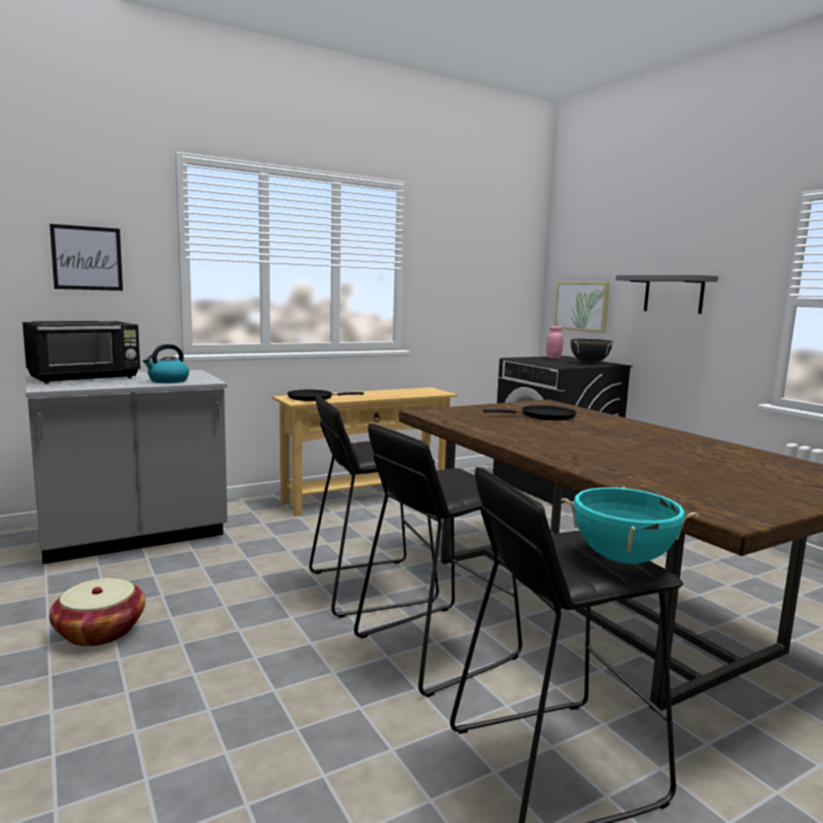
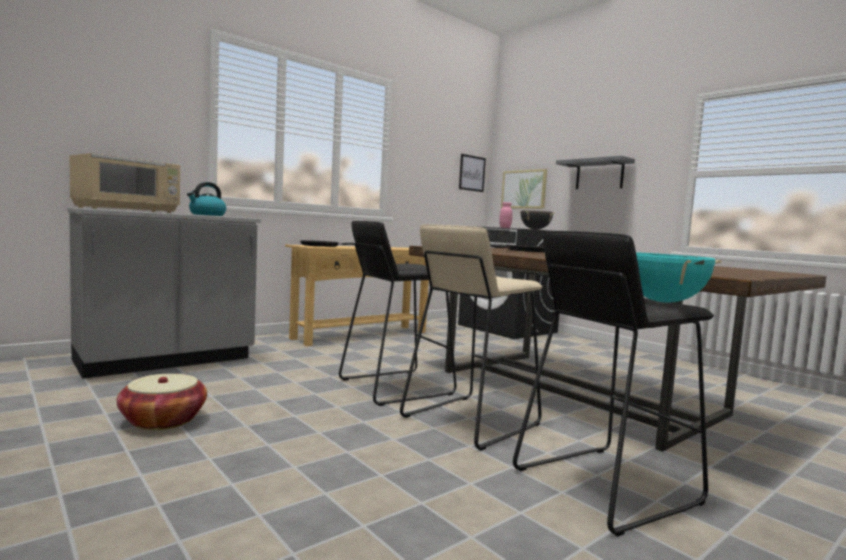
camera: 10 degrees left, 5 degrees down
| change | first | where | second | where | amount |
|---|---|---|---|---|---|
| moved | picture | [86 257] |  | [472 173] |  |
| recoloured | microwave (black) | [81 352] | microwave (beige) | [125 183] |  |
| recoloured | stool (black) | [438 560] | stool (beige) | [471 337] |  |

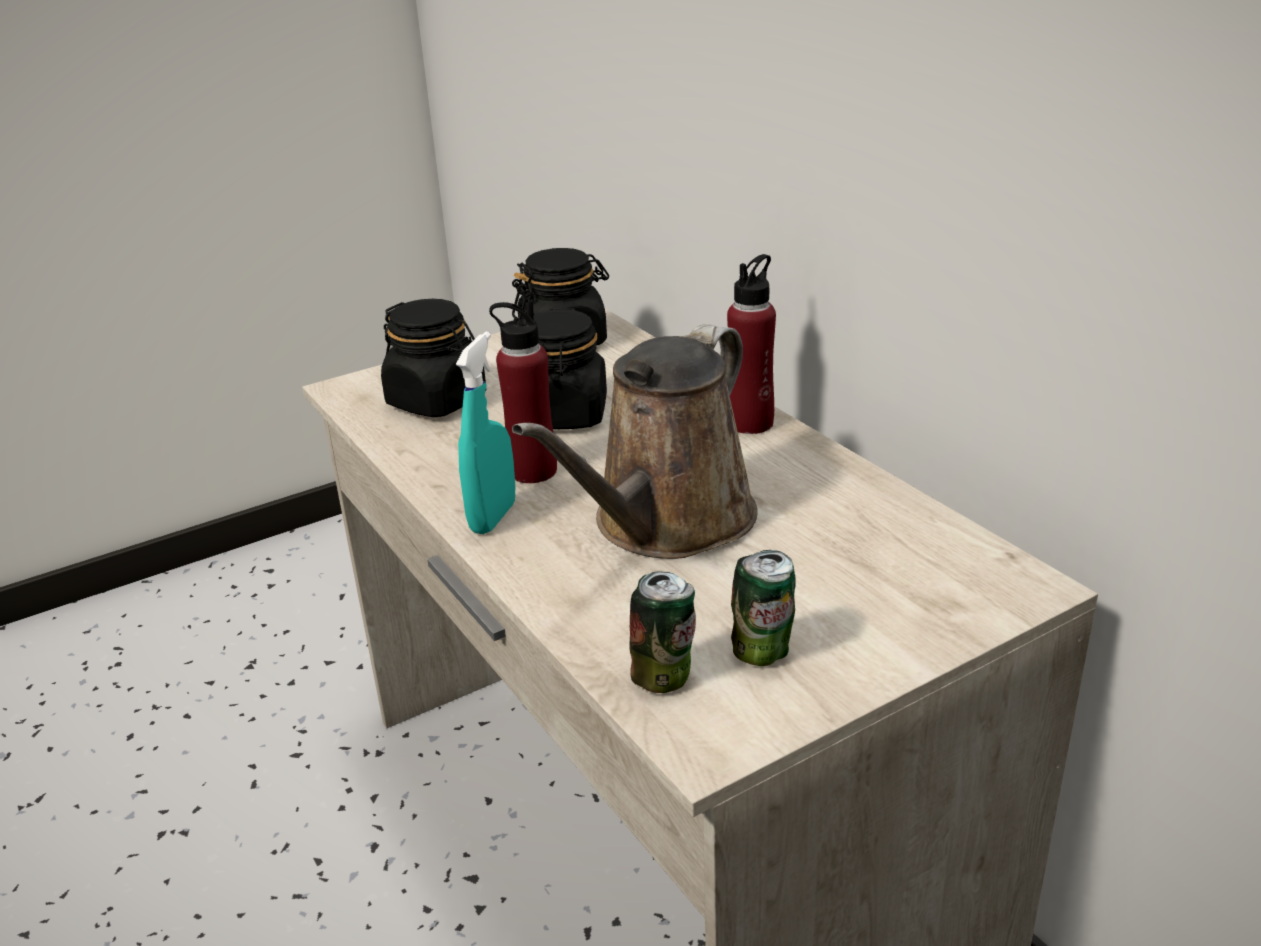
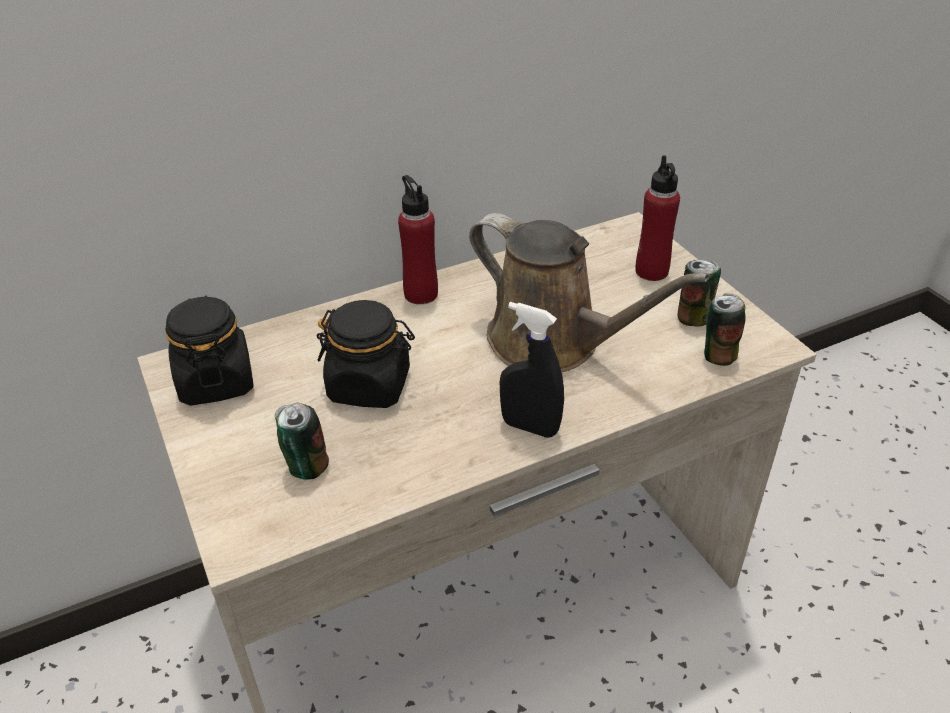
camera: 85 degrees left, 10 degrees up
| change | first | where | second | where | amount |
|---|---|---|---|---|---|
| replaced | jar (black) | [433 358] | can | [302 441] |  |
| moved | bottle (red) | [523 391] |  | [658 218] |  |
| recoloured | spray bottle (turquoise) | [485 433] | spray bottle (black) | [532 370] |  |

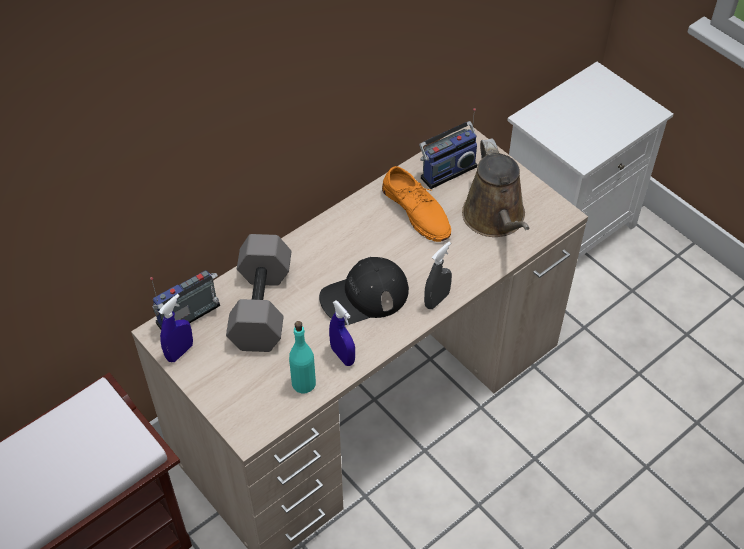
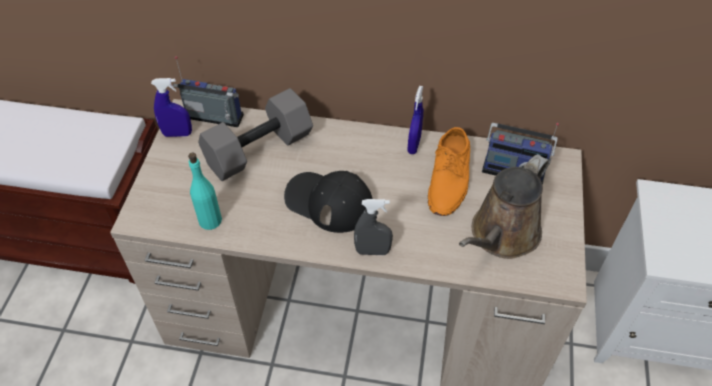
camera: 50 degrees right, 0 degrees up
| change | first | where | second | where | amount |
|---|---|---|---|---|---|
| moved | spray bottle (blue) | [342 333] |  | [415 120] |  |

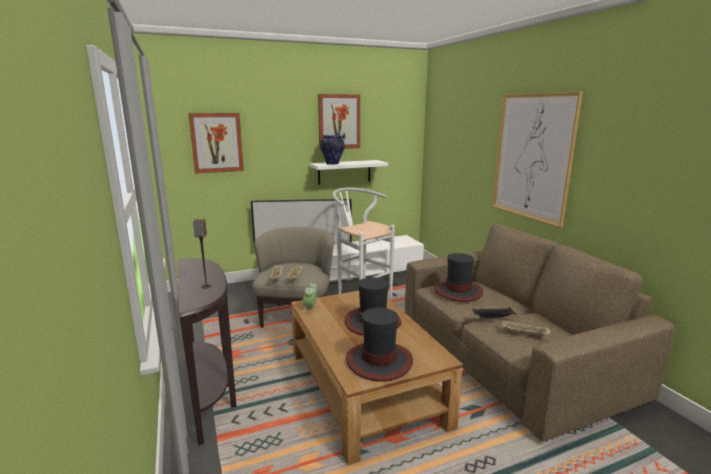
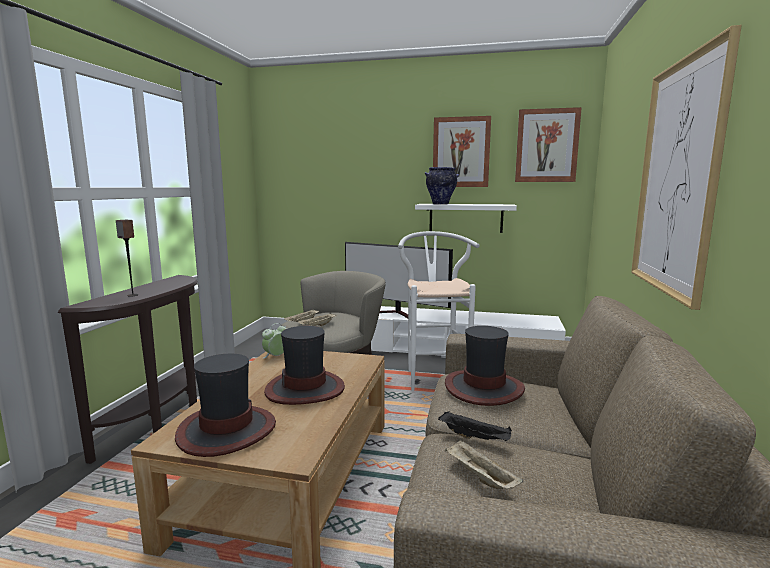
camera: 35 degrees right, 5 degrees down
| change | first | where | second | where | amount |
|---|---|---|---|---|---|
| moved | picture | [216 143] |  | [548 144] |  |

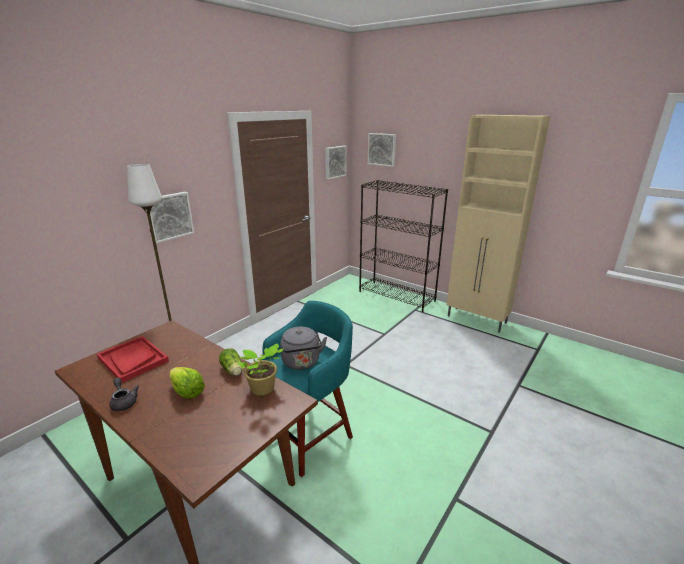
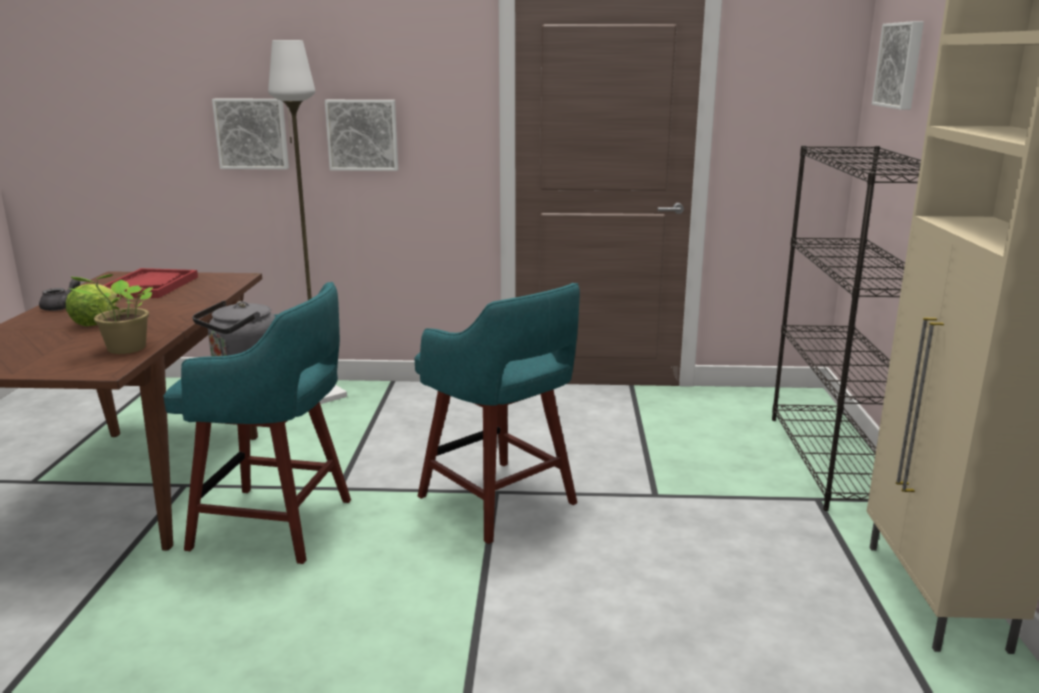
camera: 55 degrees right, 5 degrees down
| change | first | where | second | where | amount |
|---|---|---|---|---|---|
| moved | picture | [336 162] |  | [250 134] |  |
| removed | lettuce | [230 362] |  |  |  |
| added |  |  | stool (turquoise) | [497 413] |  |

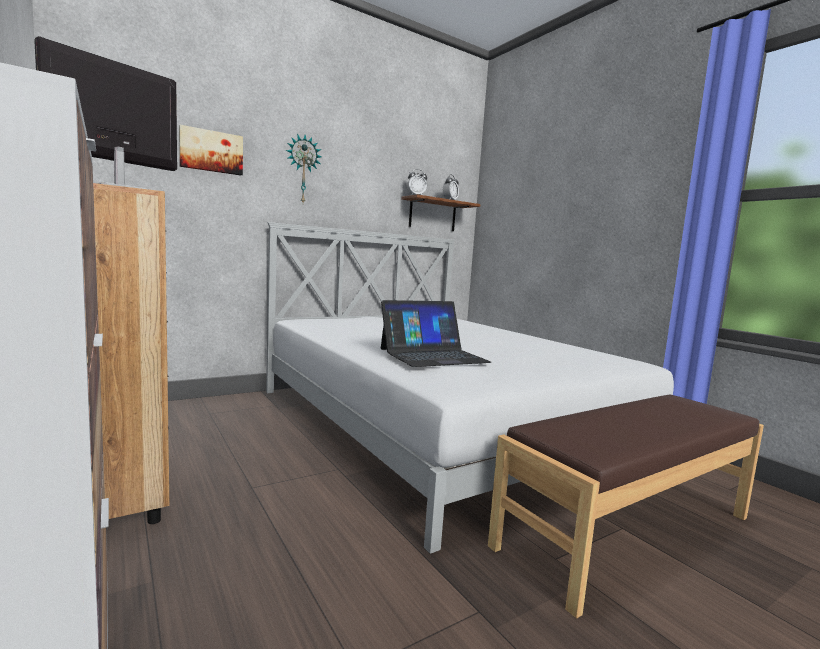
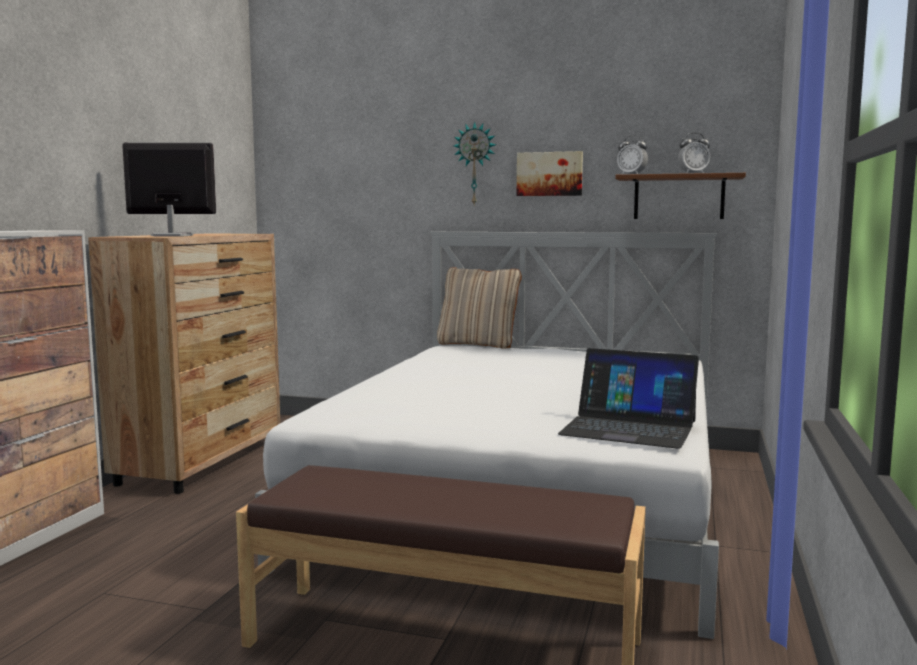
camera: 50 degrees right, 0 degrees up
| change | first | where | second | where | amount |
|---|---|---|---|---|---|
| moved | picture | [211 150] |  | [550 173] |  |
| moved | laptop | [436 333] |  | [628 398] |  |
| added |  |  | pillow (beige) | [479 308] |  |

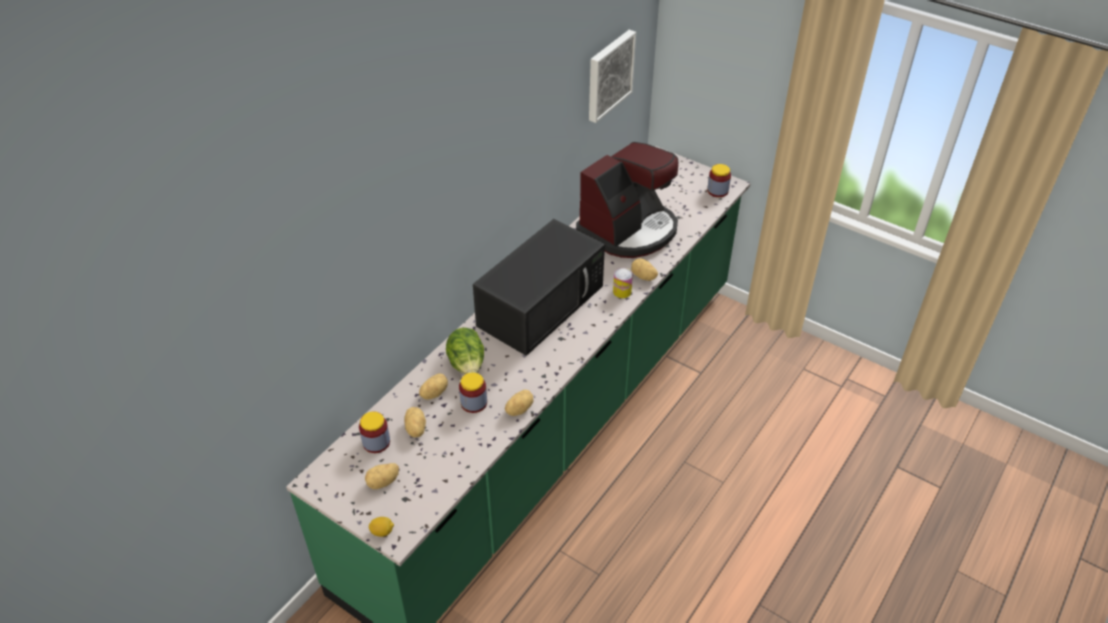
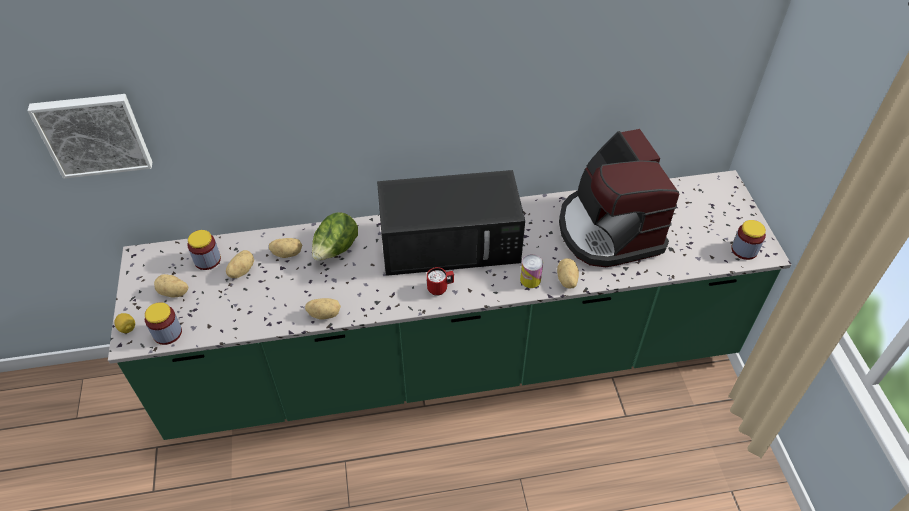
camera: 45 degrees right, 5 degrees up
| change | first | where | second | where | amount |
|---|---|---|---|---|---|
| moved | picture | [612 76] |  | [89 136] |  |
| turned | coffee machine | [627 200] |  | [619 198] | 75 degrees clockwise |
| moved | jar | [473 392] |  | [163 323] |  |
| added |  |  | mug (red) | [440 281] |  |

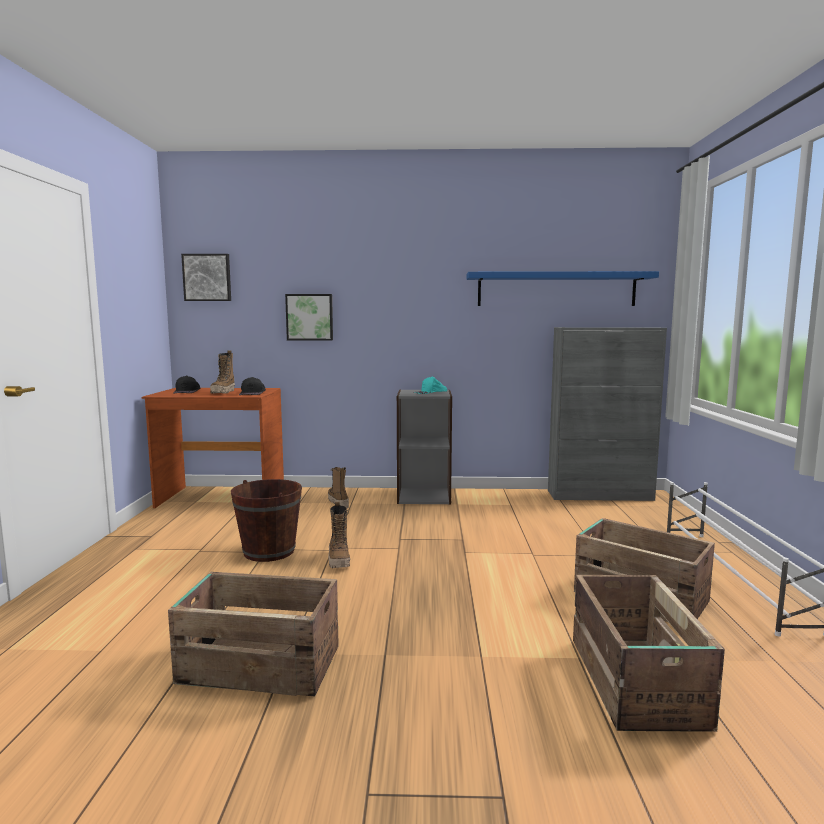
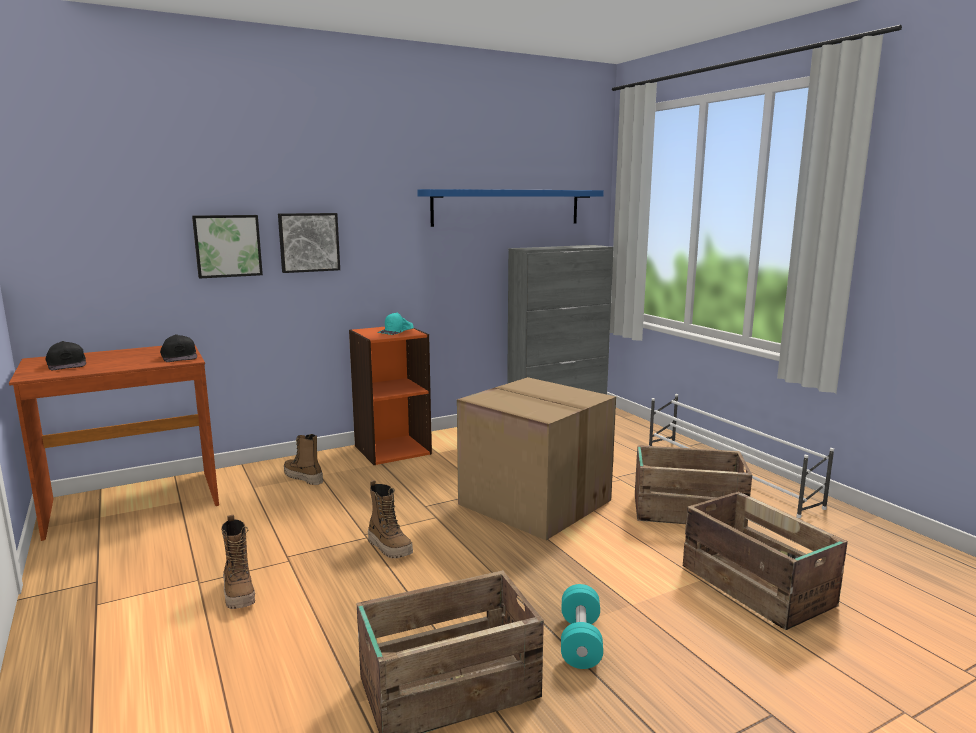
camera: 30 degrees left, 5 degrees up
| change | first | where | second | where | amount |
|---|---|---|---|---|---|
| moved | picture | [206 277] |  | [309 243] |  |
| moved | boot | [222 372] |  | [238 562] |  |
| recoloured | bookcase (grey) | [424 447] | bookcase (orange) | [390 396] |  |
| removed | bucket (brown) | [266 520] |  |  |  |
| added |  |  | cardboard box | [536 458] |  |
| added |  |  | dumbbell (turquoise) | [582 626] |  |

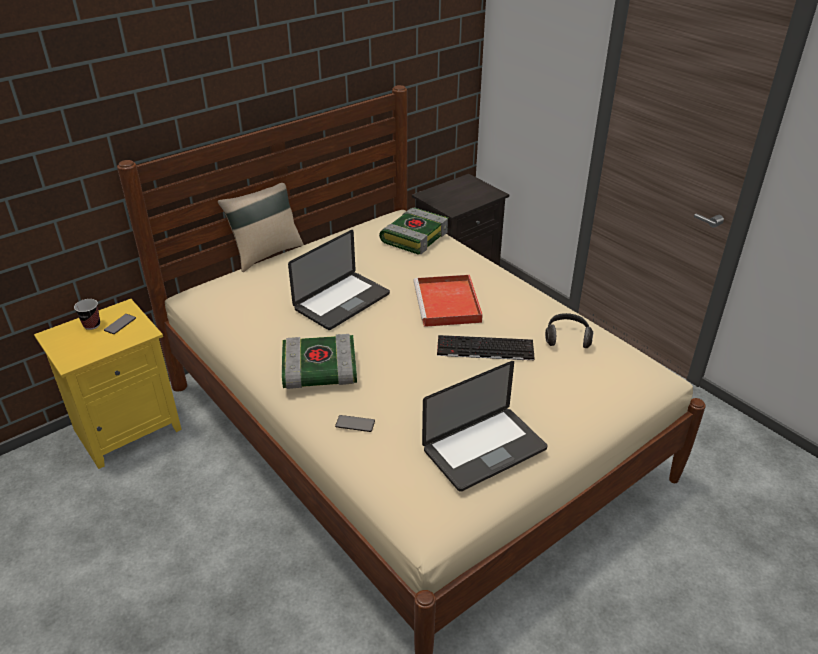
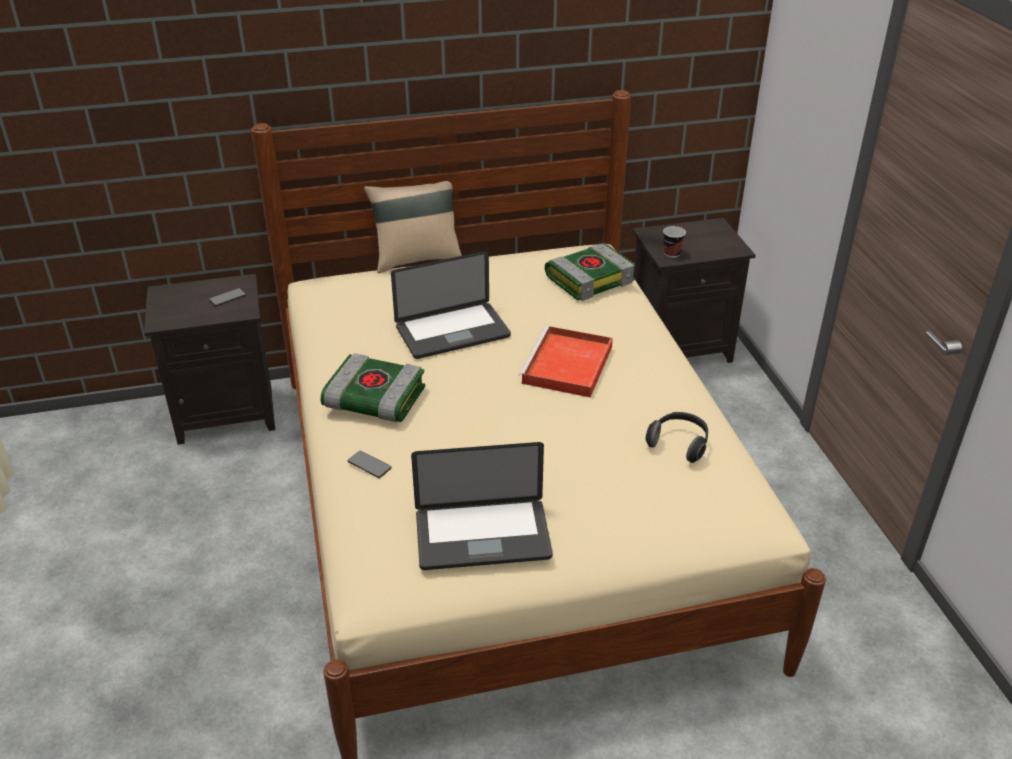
camera: 25 degrees right, 0 degrees up
| change | first | where | second | where | amount |
|---|---|---|---|---|---|
| recoloured | nightstand (yellow) | [108 384] | nightstand (black) | [209 359] |  |
| moved | cup | [87 314] |  | [674 242] |  |
| removed | keyboard | [486 347] |  |  |  |

